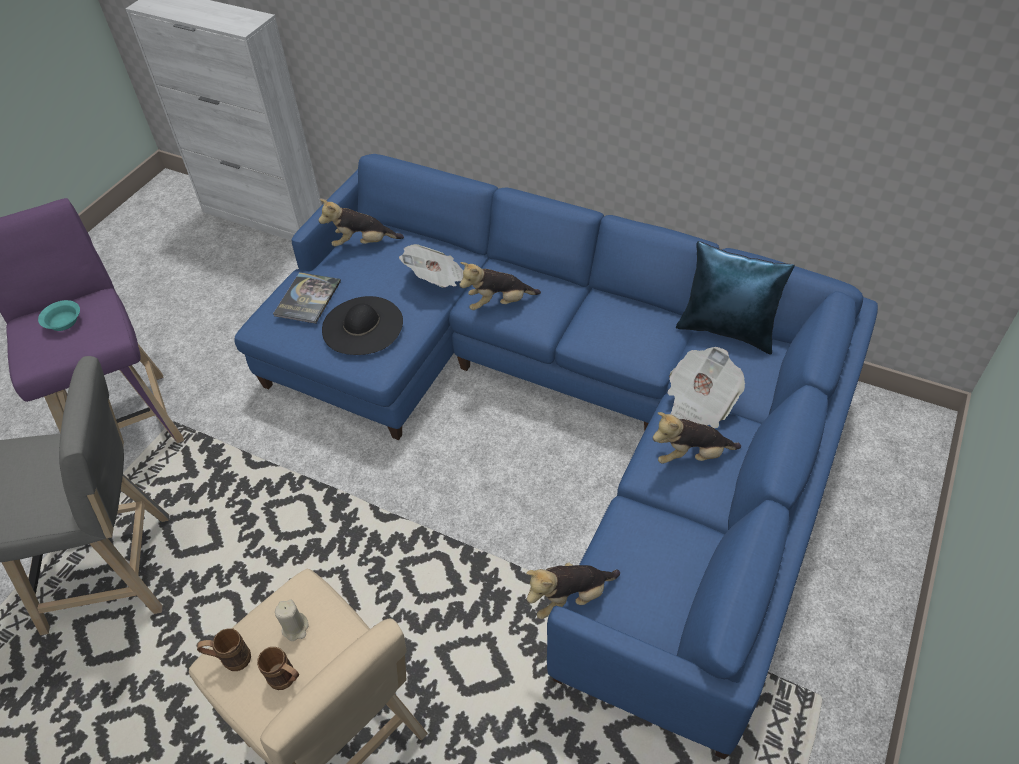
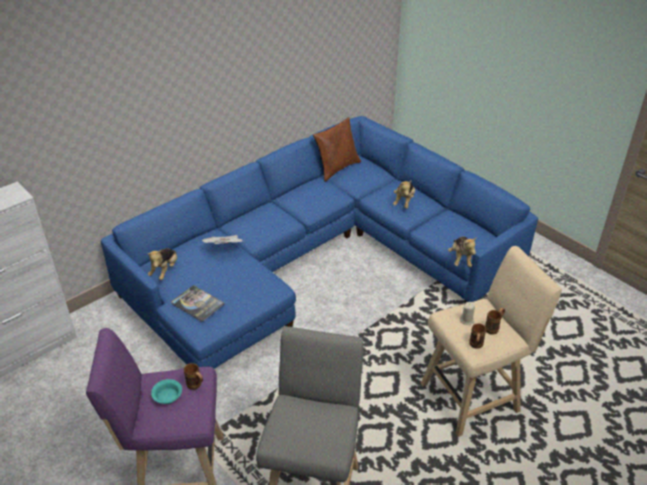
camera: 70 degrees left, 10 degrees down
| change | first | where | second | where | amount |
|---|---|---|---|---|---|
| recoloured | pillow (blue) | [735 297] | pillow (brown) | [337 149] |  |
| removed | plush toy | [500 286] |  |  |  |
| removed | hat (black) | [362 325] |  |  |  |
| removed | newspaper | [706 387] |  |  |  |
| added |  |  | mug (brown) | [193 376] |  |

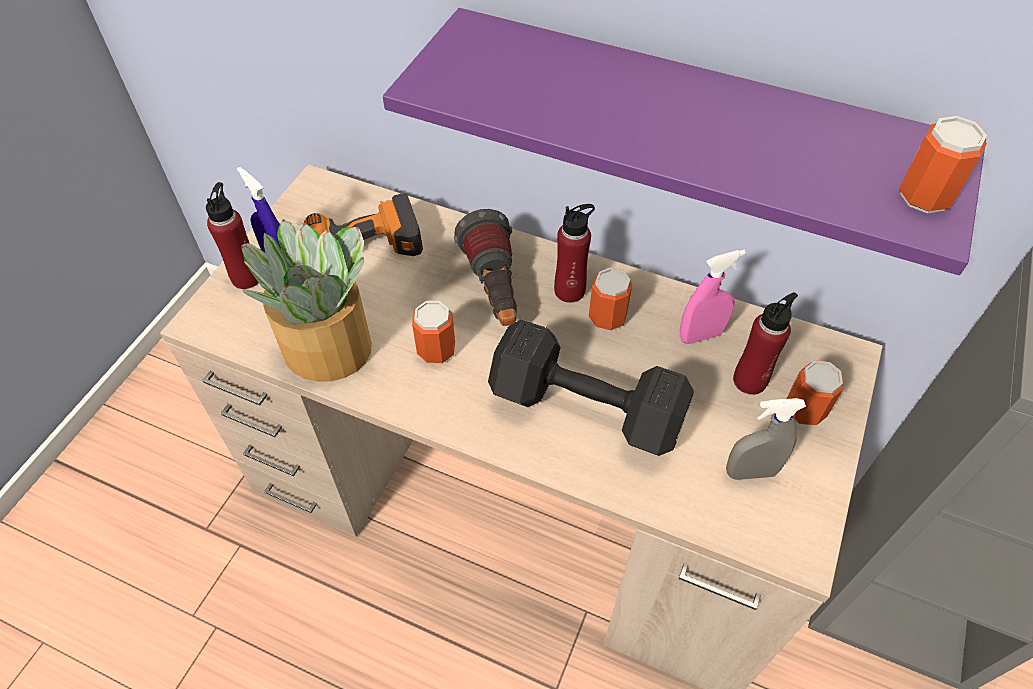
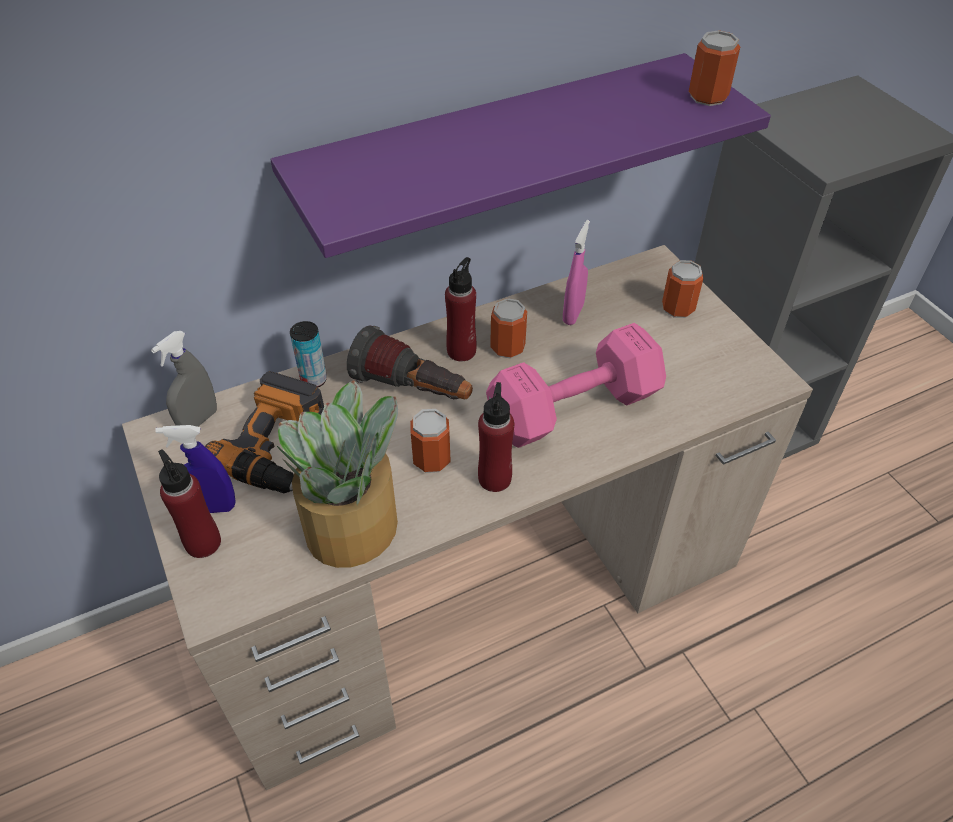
camera: 50 degrees left, 5 degrees down
| change | first | where | second | where | amount |
|---|---|---|---|---|---|
| moved | bottle (red) | [765 343] |  | [496 437] |  |
| recoloured | dumbbell (black) | [591 387] | dumbbell (pink) | [576 385] |  |
| moved | spray bottle (grey) | [766 439] |  | [184 379] |  |
| added |  |  | can | [308 354] |  |

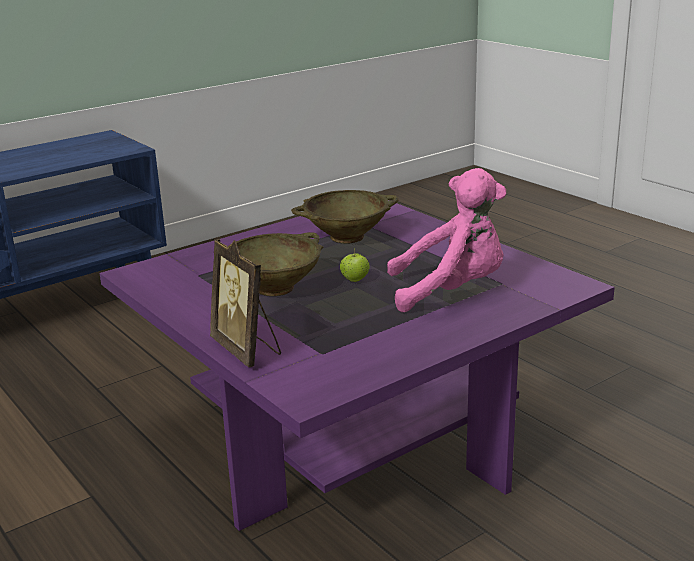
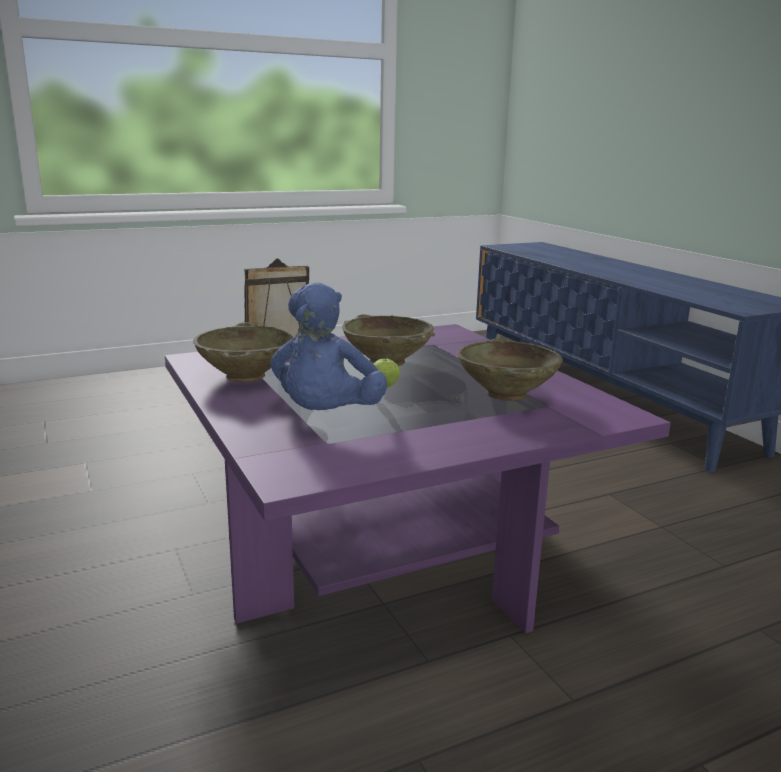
camera: 100 degrees right, 5 degrees down
| change | first | where | second | where | amount |
|---|---|---|---|---|---|
| recoloured | plush toy (pink) | [446 240] | plush toy (blue) | [328 346] |  |
| added |  |  | bowl (beige) | [243 352] |  |

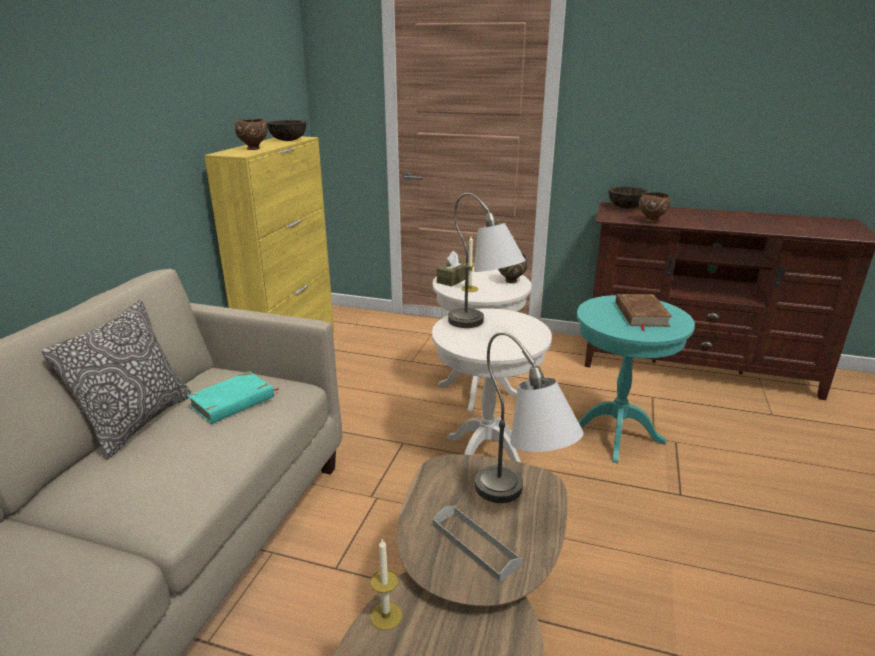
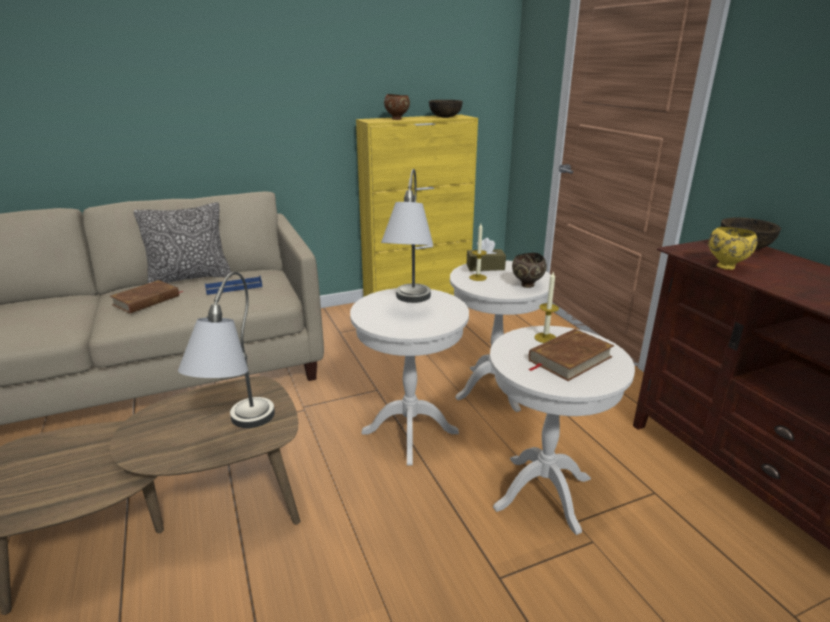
camera: 50 degrees right, 0 degrees up
| change | first | where | second | where | amount |
|---|---|---|---|---|---|
| recoloured | bowl (brown) | [655 208] | bowl (yellow) | [733 248] |  |
| recoloured | side table (turquoise) | [636 379] | side table (white) | [562 430] |  |
| replaced | book (turquoise) | [233 397] | tray (blue) | [233 285] |  |
| removed | tray (grey) | [477 544] |  |  |  |
| moved | candle | [386 584] |  | [546 307] |  |
| added |  |  | book (brown) | [146 296] |  |

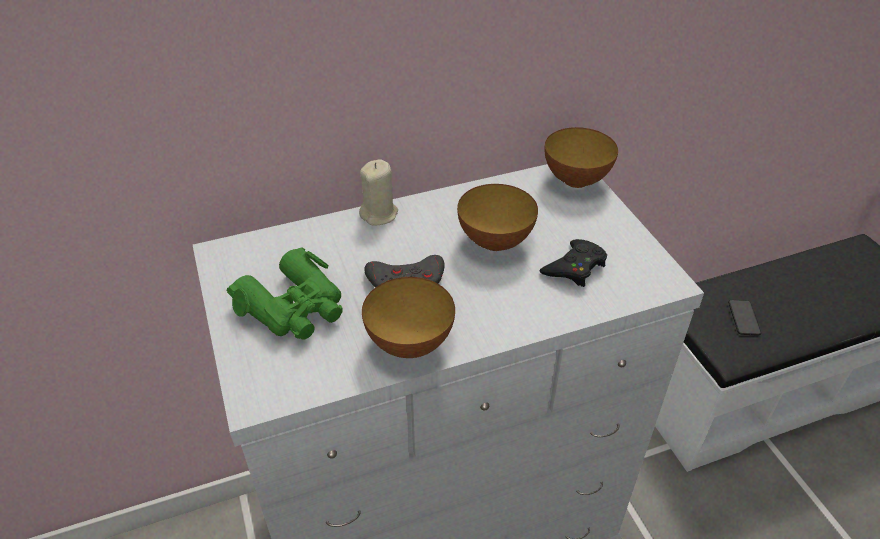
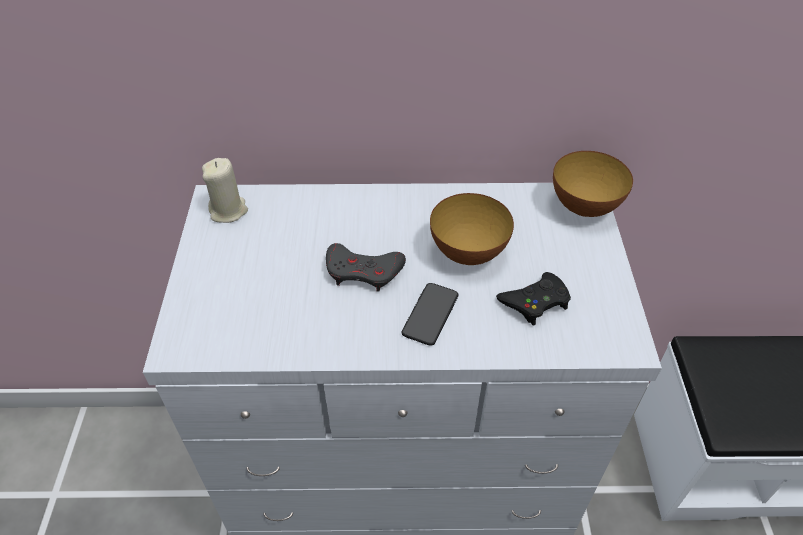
camera: 20 degrees right, 5 degrees up
| change | first | where | second | where | amount |
|---|---|---|---|---|---|
| moved | candle (beige) | [378 192] |  | [225 190] |  |
| removed | binoculars (green) | [285 294] |  |  |  |
| removed | bowl | [408 317] |  |  |  |
| moved | phone | [744 318] |  | [430 314] |  |

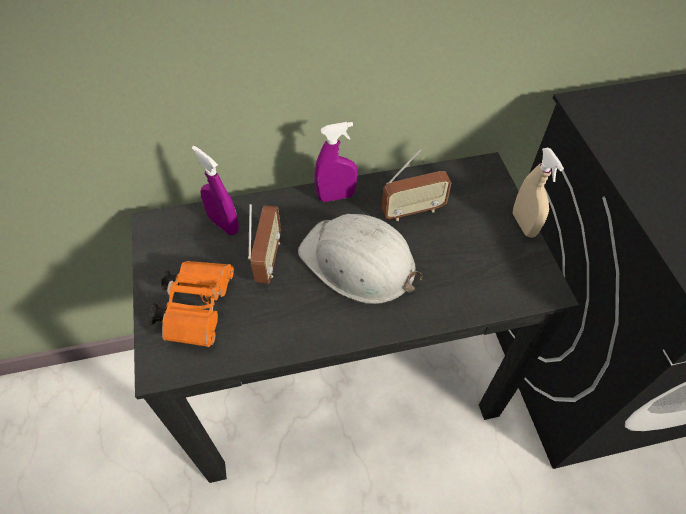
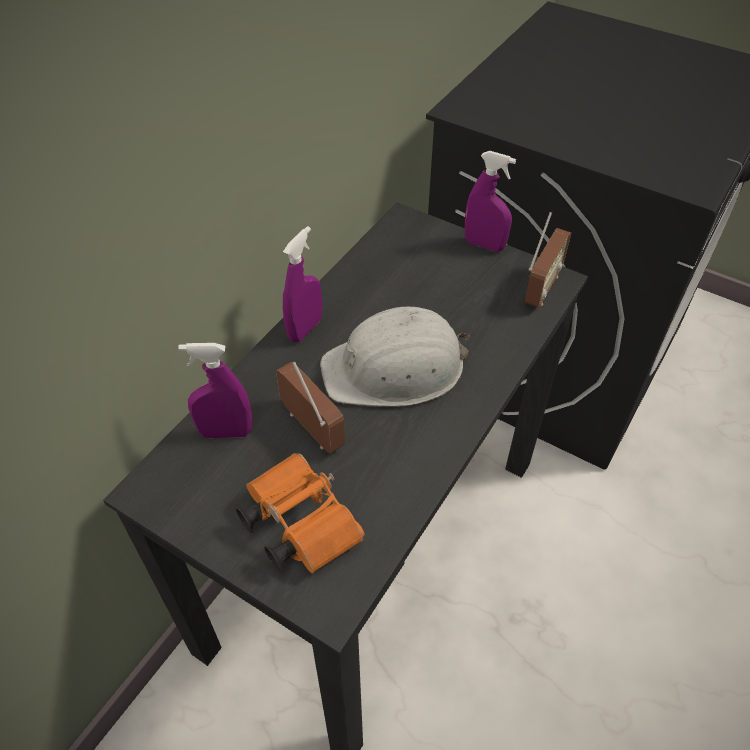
camera: 45 degrees left, 5 degrees down
| change | first | where | second | where | amount |
|---|---|---|---|---|---|
| recoloured | spray bottle (beige) | [538 193] | spray bottle (purple) | [490 201] |  |
| moved | radio | [416 185] |  | [548 260] |  |

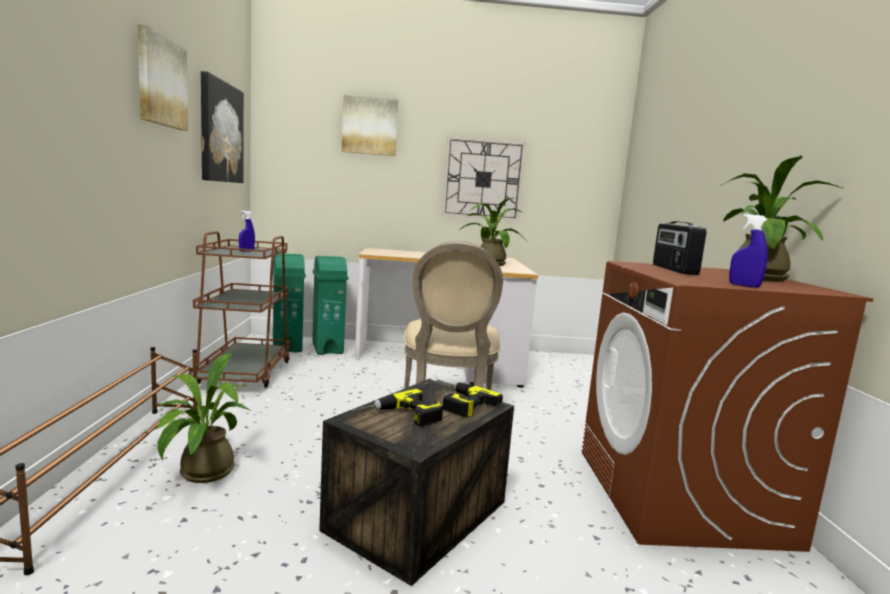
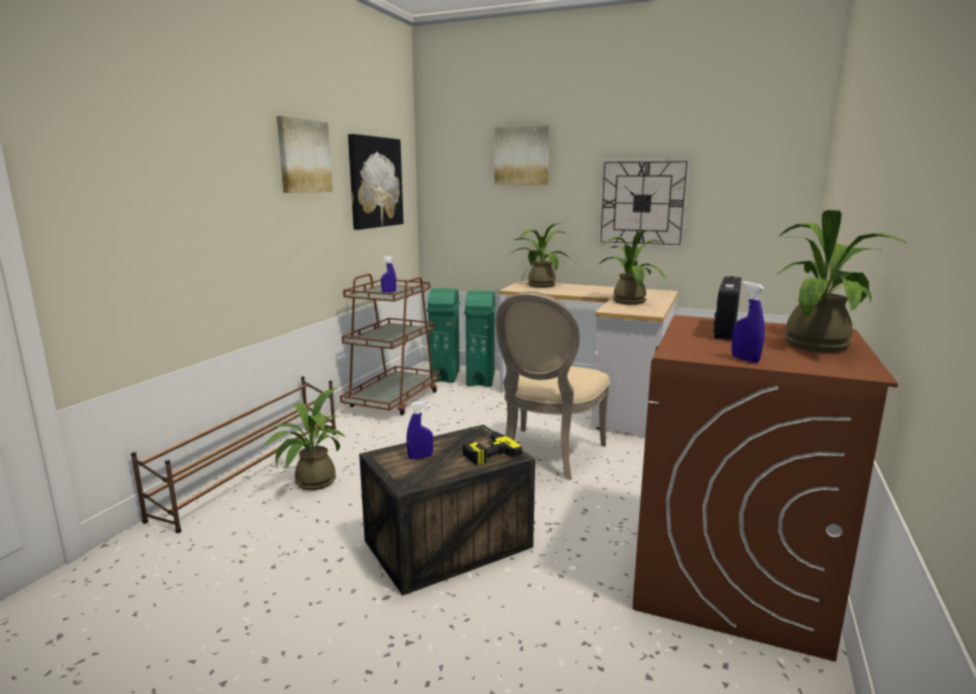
camera: 25 degrees right, 5 degrees up
| change | first | where | second | where | amount |
|---|---|---|---|---|---|
| replaced | power drill | [397 408] | spray bottle (blue) | [419 429] |  |
| added |  |  | potted plant | [541 255] |  |

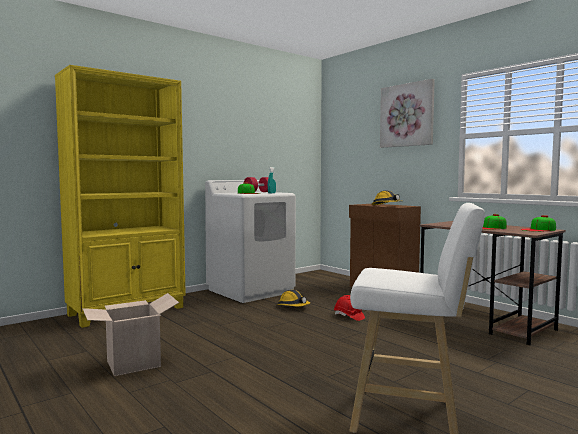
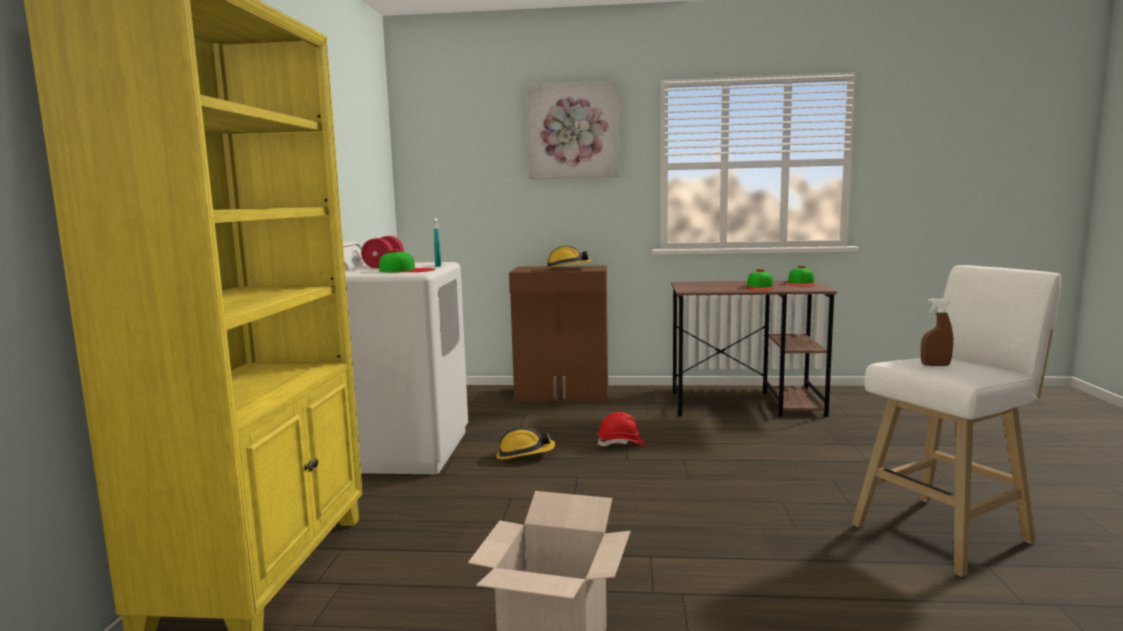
camera: 45 degrees left, 5 degrees up
| change | first | where | second | where | amount |
|---|---|---|---|---|---|
| added |  |  | spray bottle (brown) | [937 332] |  |

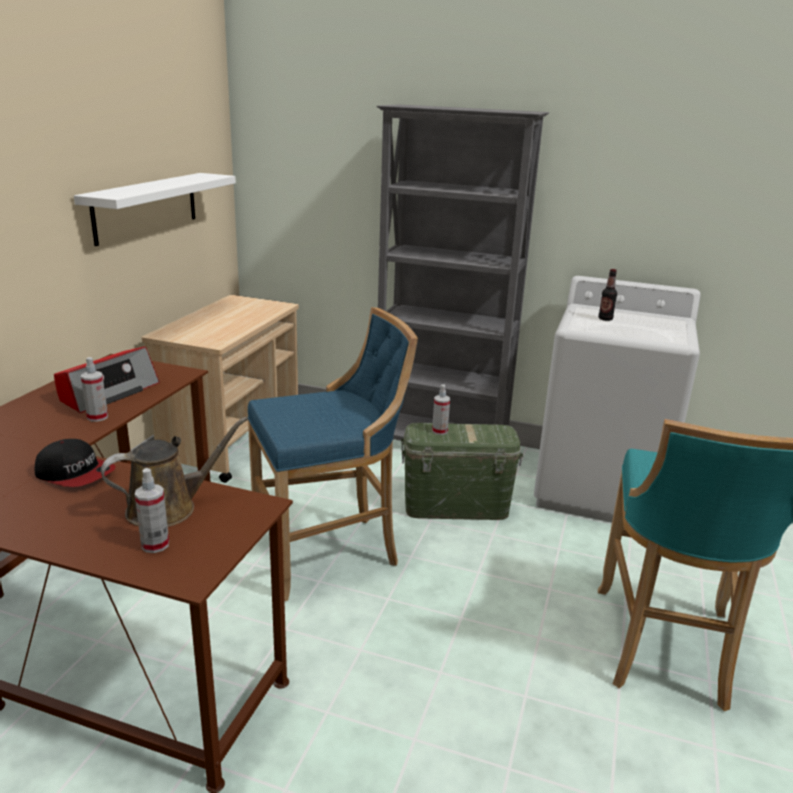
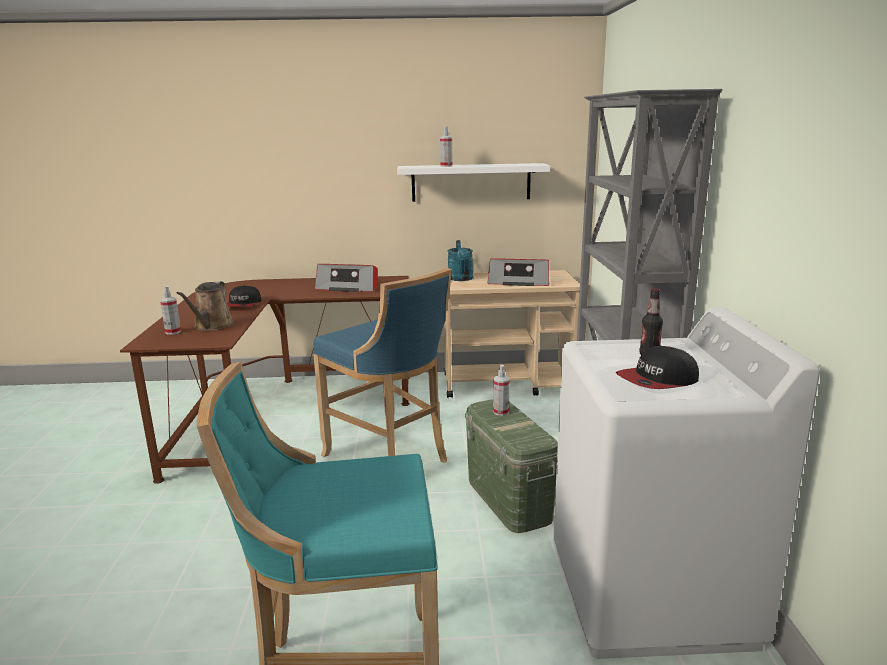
camera: 70 degrees right, 5 degrees down
| change | first | where | second | where | amount |
|---|---|---|---|---|---|
| moved | spray bottle | [94 389] |  | [446 146] |  |
| turned | watering can (brown) | [174 472] |  | [205 306] | 60 degrees clockwise |
| added |  |  | watering can (turquoise) | [460 260] |  |
| added |  |  | radio | [518 272] |  |
| added |  |  | cap | [657 367] |  |

